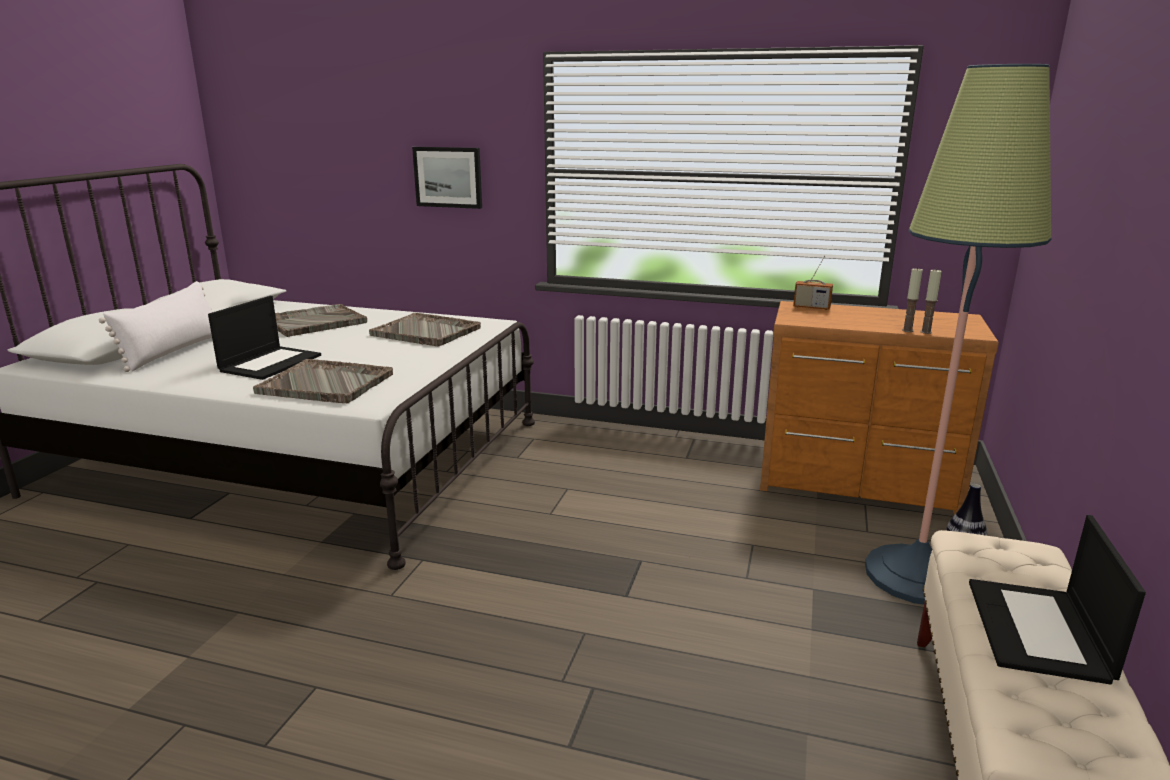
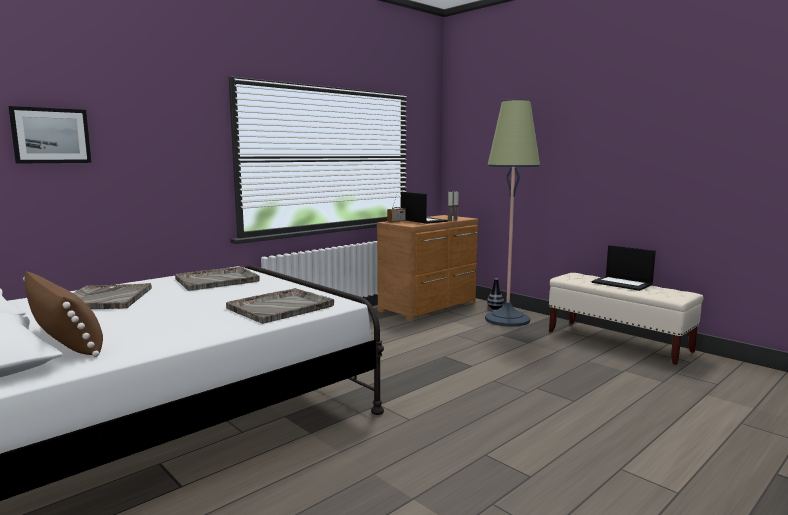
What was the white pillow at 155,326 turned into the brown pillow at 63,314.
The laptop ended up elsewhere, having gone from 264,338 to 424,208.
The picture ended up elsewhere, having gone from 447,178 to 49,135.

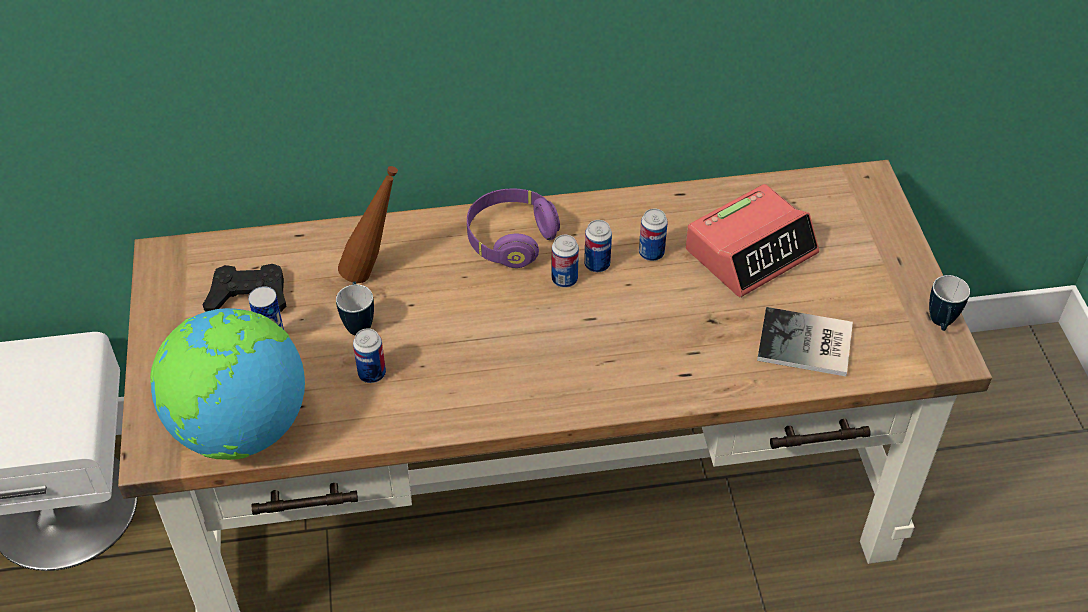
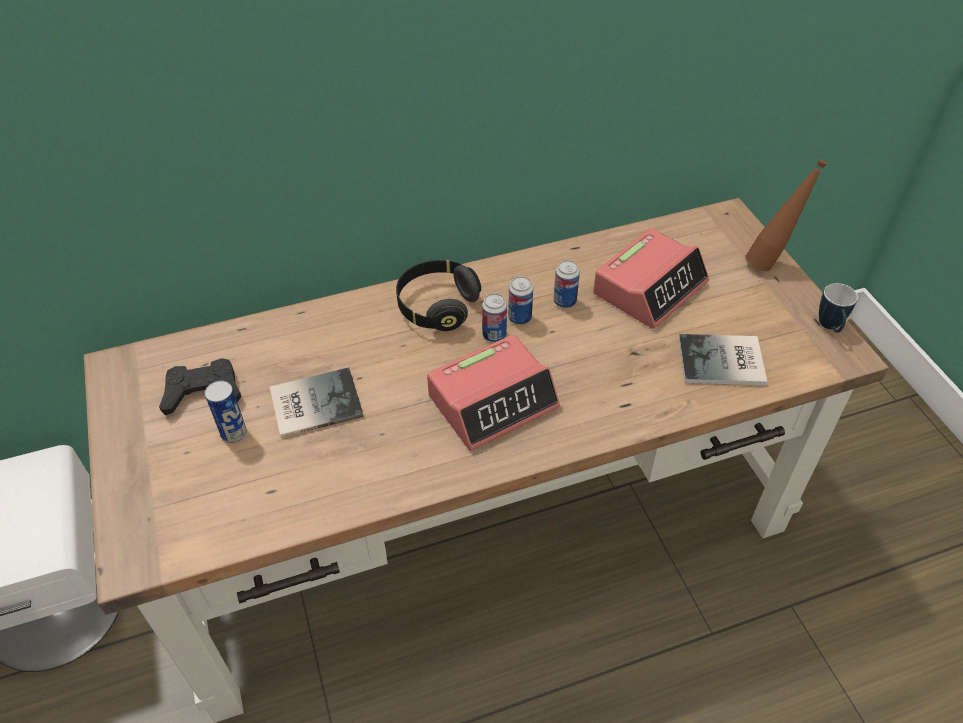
The second view lost the globe at 227,384.
Where the mug stood at 355,308, the book came to stand at 317,402.
The brown bottle ended up elsewhere, having gone from 368,224 to 786,215.
The second view lost the can at 369,355.
What was the purple headphones at 513,228 turned into the black headphones at 438,295.
The second view gained the alarm clock at 493,393.

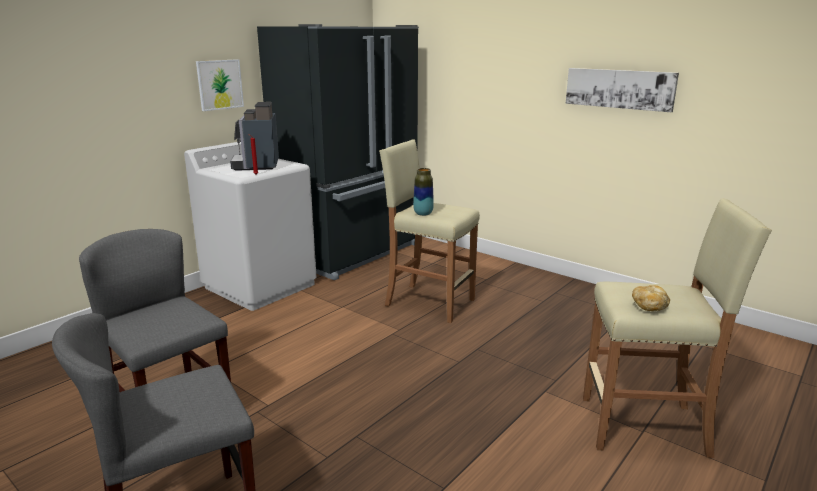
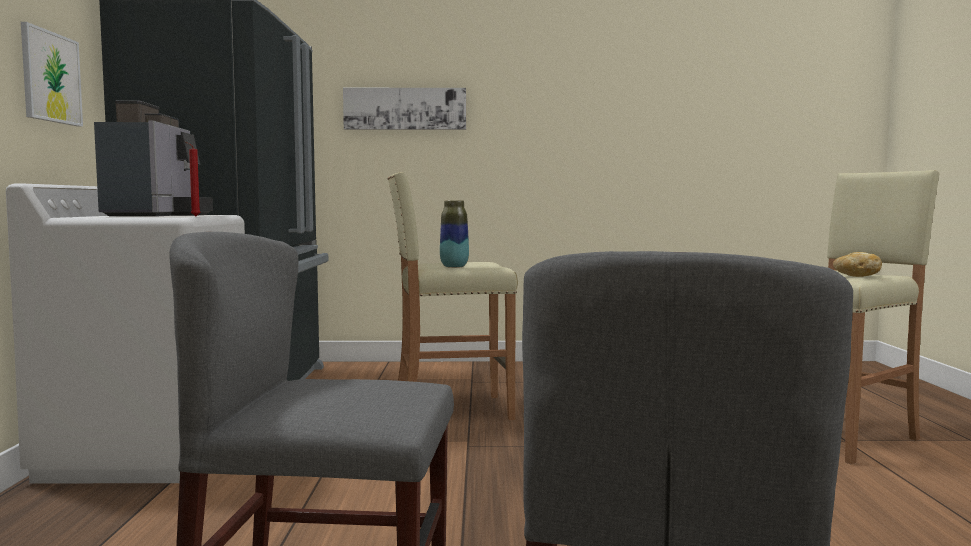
The coffee machine at 254,136 ended up facing another way, 135 degrees counterclockwise from before.
The picture ended up elsewhere, having gone from 622,90 to 404,109.

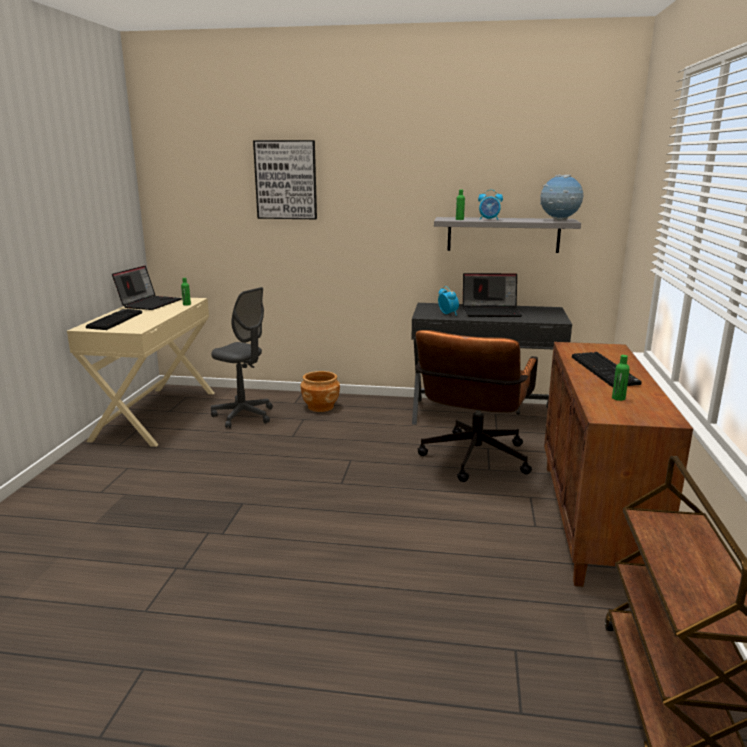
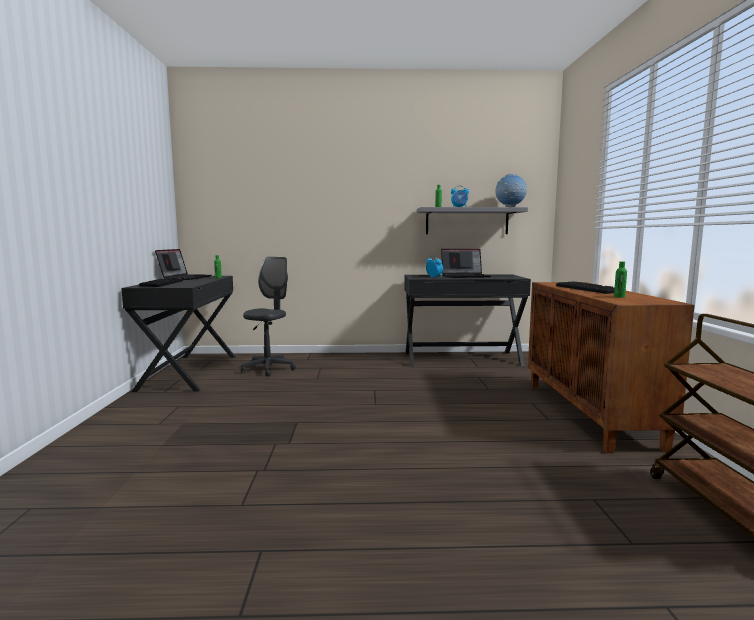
What was the beige desk at 140,372 turned into the black desk at 178,334.
The grey office chair at 242,357 ended up facing another way, 90 degrees counterclockwise from before.
The second view lost the picture at 285,179.
The second view lost the brown planter at 320,391.
The second view lost the brown office chair at 477,406.

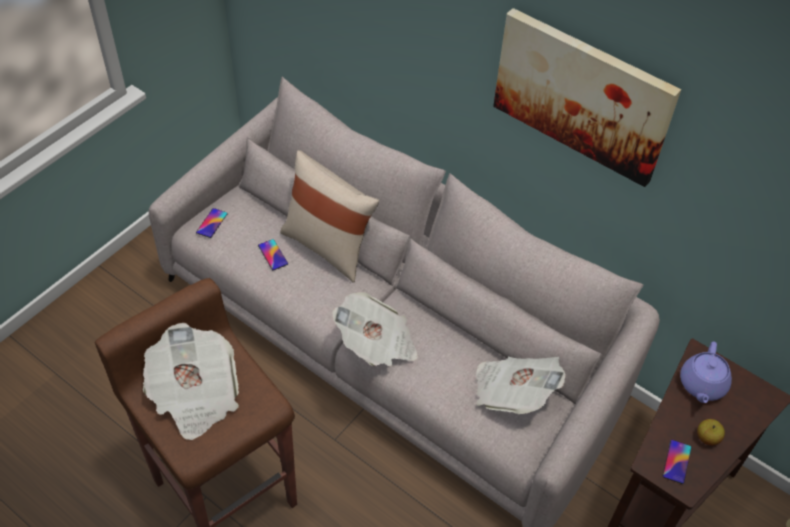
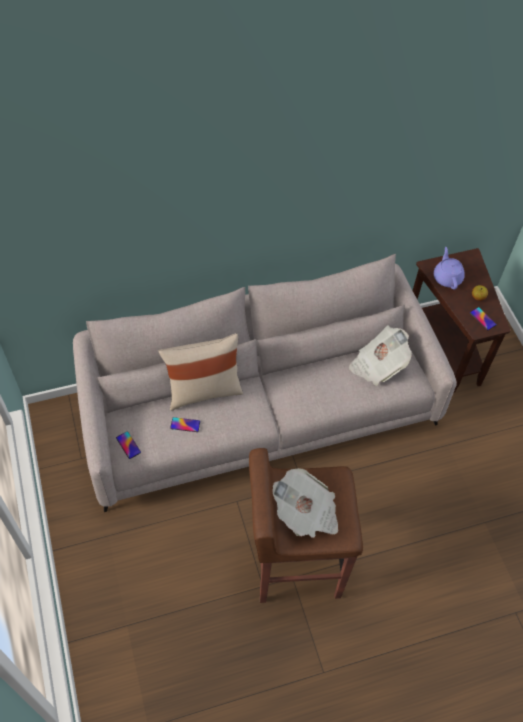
The second view lost the newspaper at 375,329.
The second view lost the picture at 587,97.
The purple teapot at 706,372 ended up facing another way, 150 degrees counterclockwise from before.

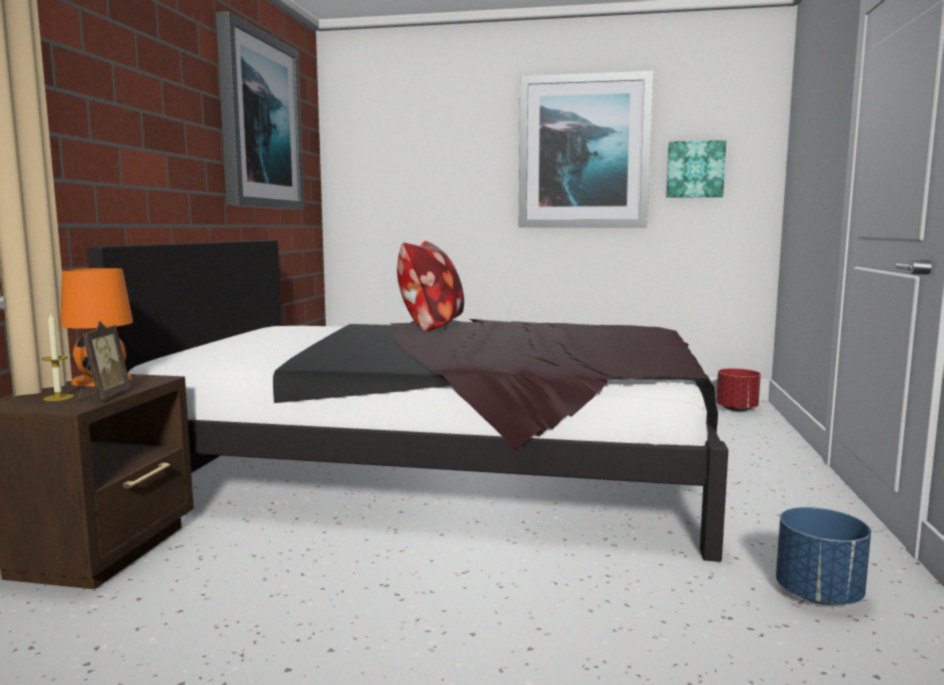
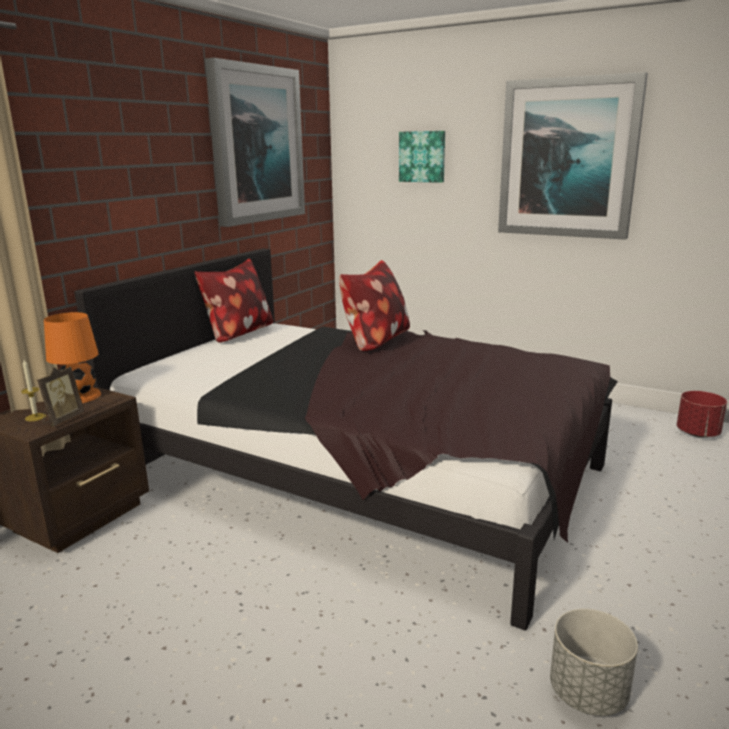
The picture ended up elsewhere, having gone from 696,169 to 422,157.
What was the blue planter at 823,556 turned into the grey planter at 594,662.
The second view gained the pillow at 234,301.

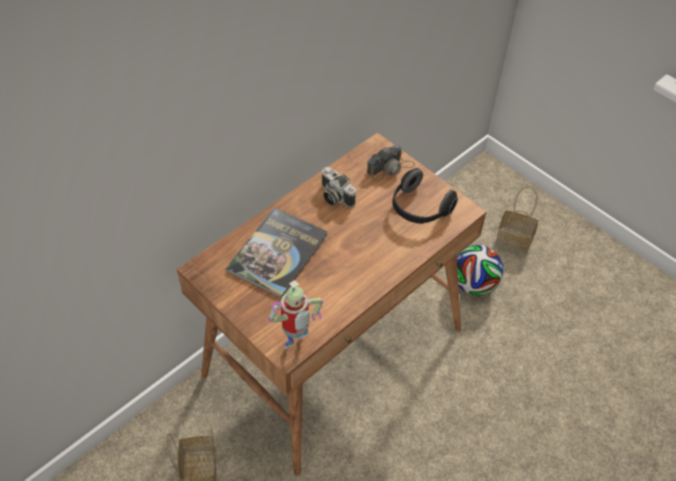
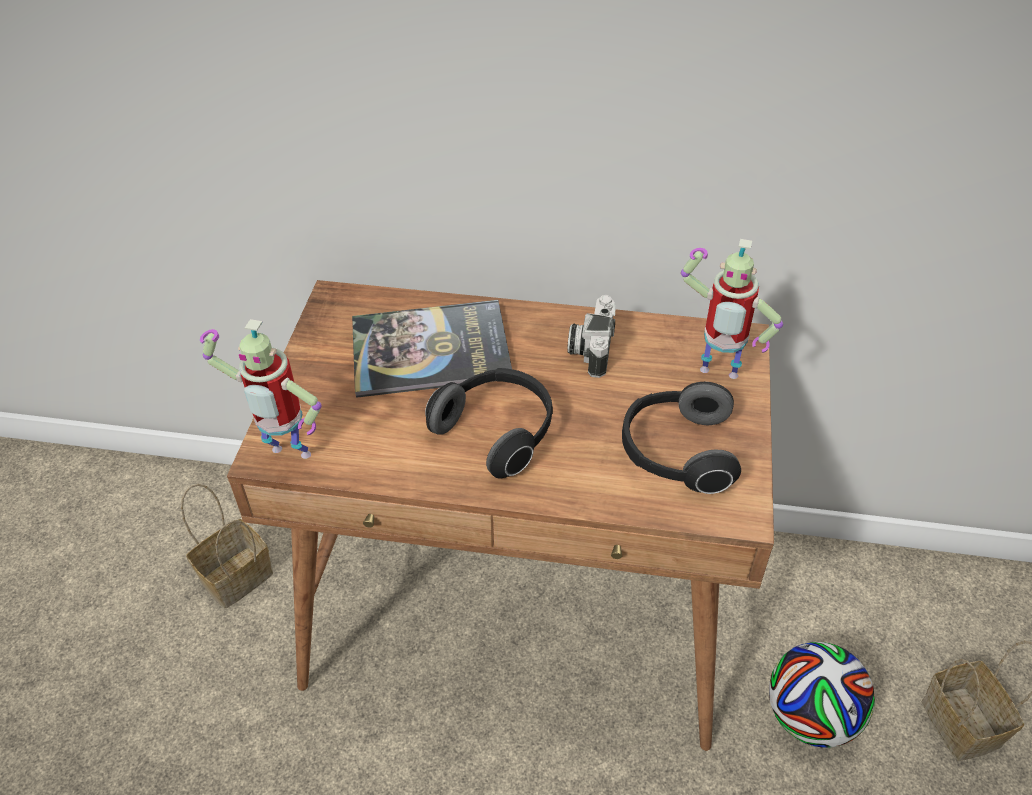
Where the photo camera stood at 391,163, the toy robot came to stand at 732,309.
The second view gained the headphones at 489,423.

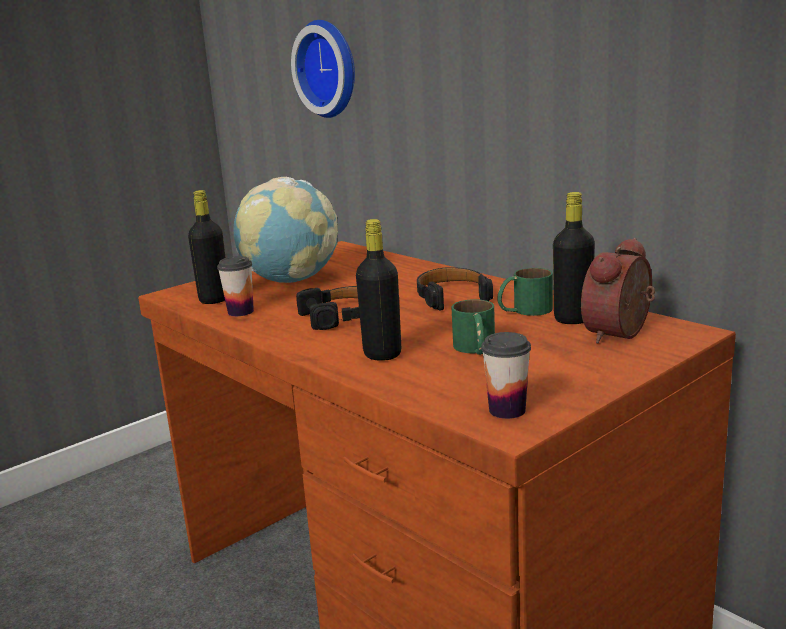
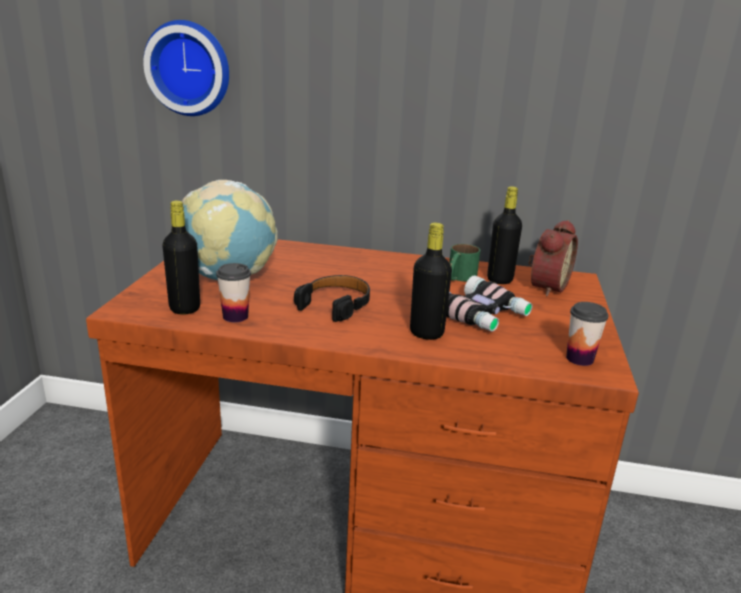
The second view lost the black headphones at 455,289.
Where the green mug stood at 473,327, the binoculars came to stand at 489,303.
The alarm clock at 618,291 ended up facing another way, 150 degrees counterclockwise from before.

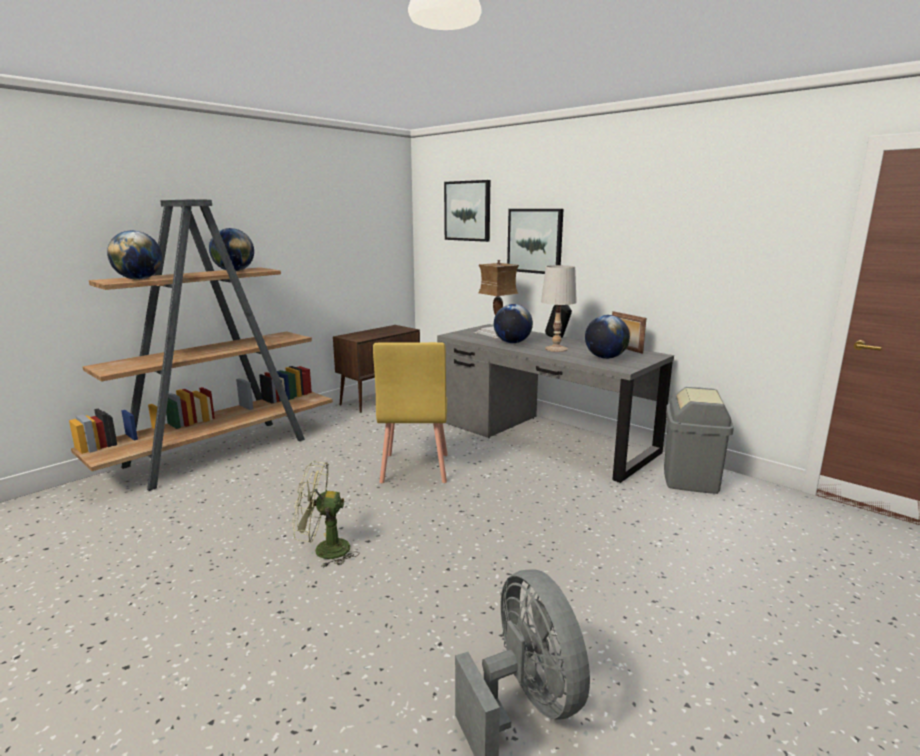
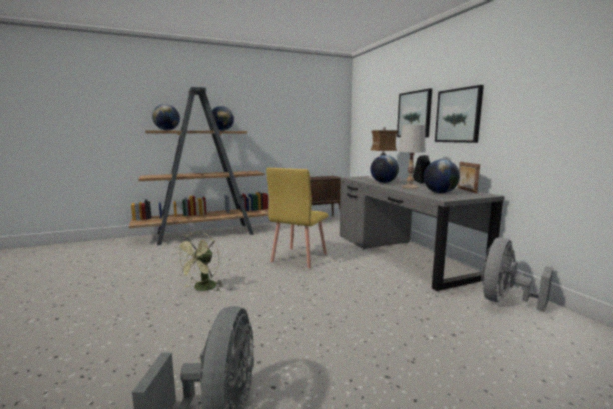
The green fan at 326,514 ended up facing another way, 90 degrees counterclockwise from before.
The picture ended up elsewhere, having gone from 467,211 to 459,114.
Where the grey trash can stood at 699,440, the grey fan came to stand at 517,274.

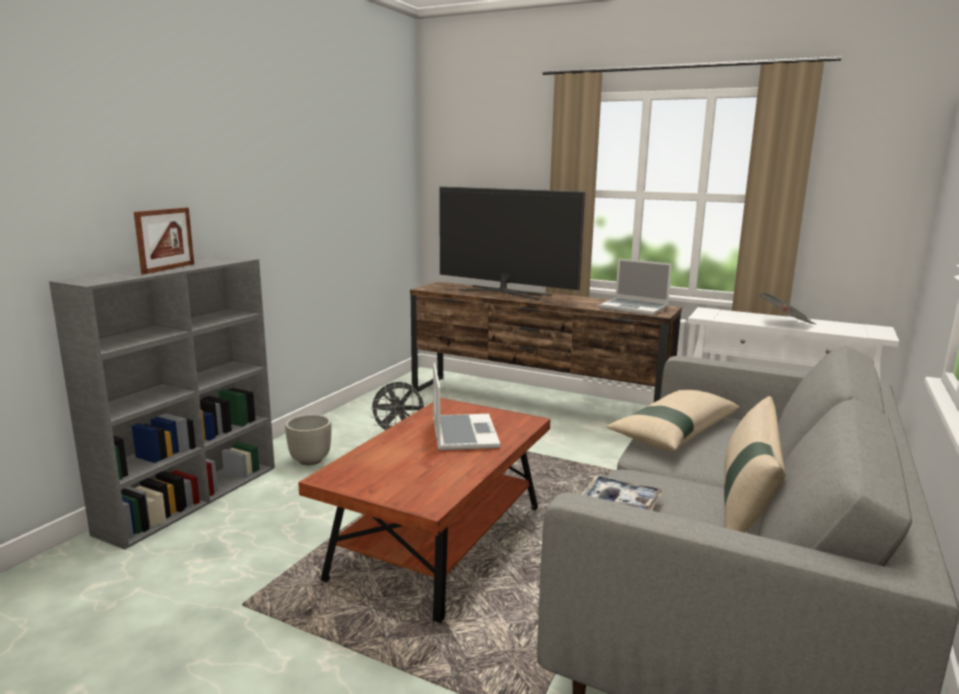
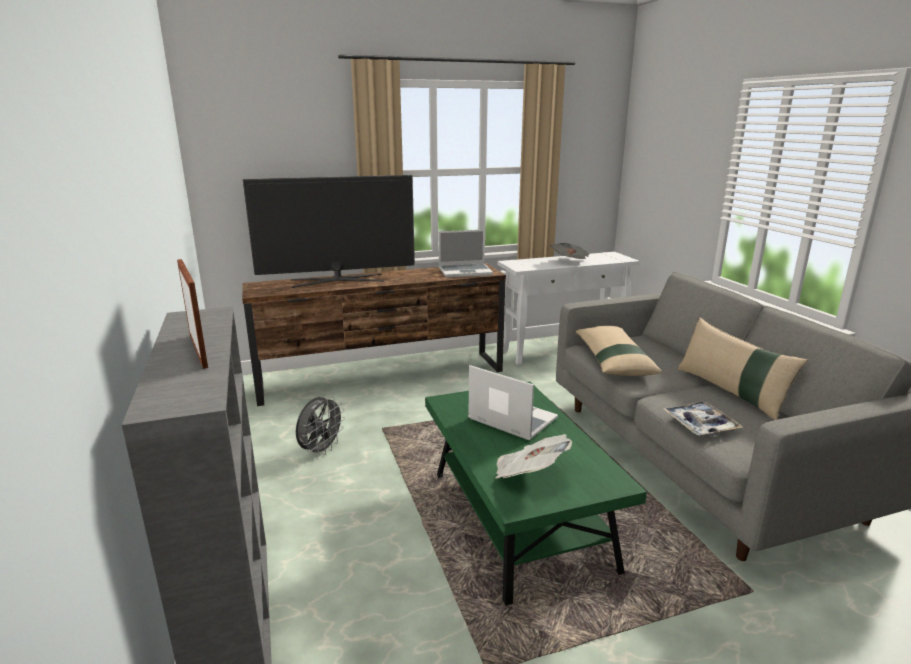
The second view lost the grey planter at 308,439.
What was the brown coffee table at 424,510 turned into the green coffee table at 536,494.
The second view gained the newspaper at 533,456.

